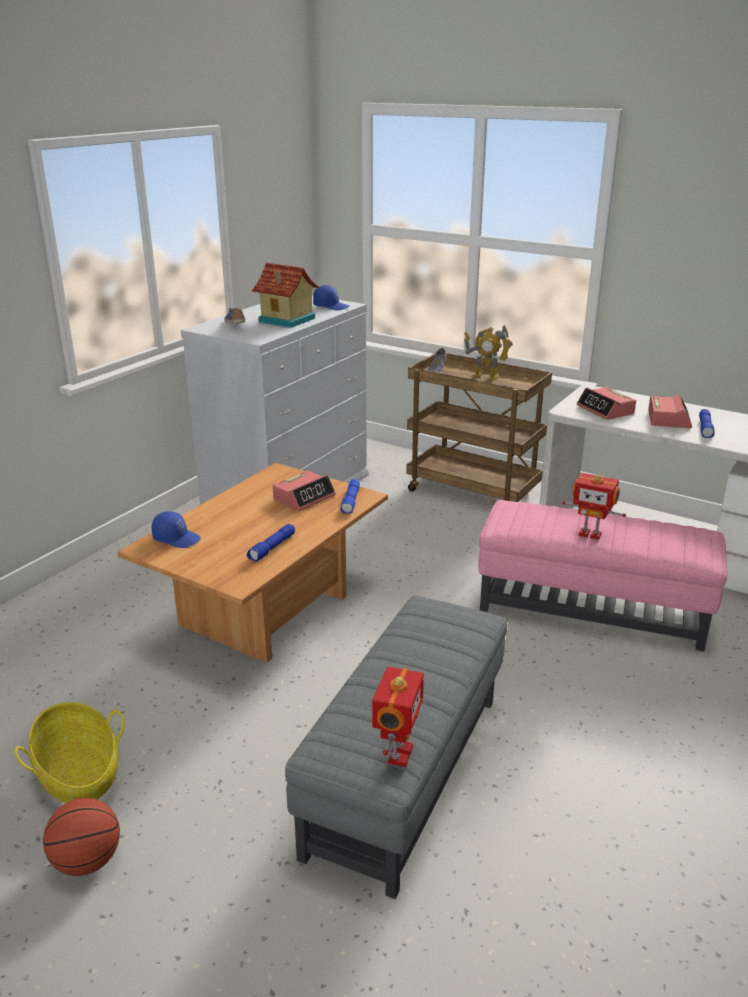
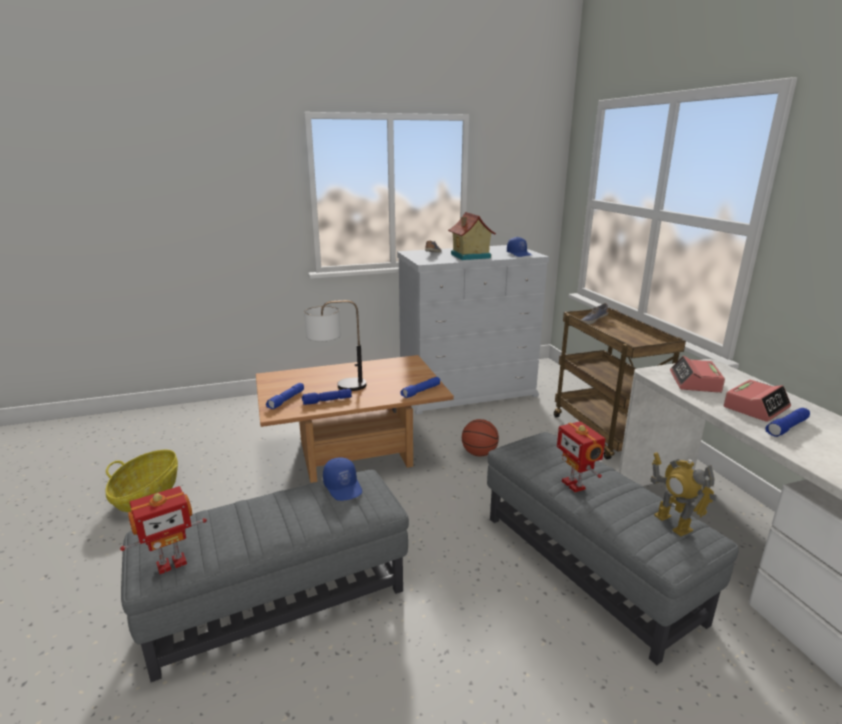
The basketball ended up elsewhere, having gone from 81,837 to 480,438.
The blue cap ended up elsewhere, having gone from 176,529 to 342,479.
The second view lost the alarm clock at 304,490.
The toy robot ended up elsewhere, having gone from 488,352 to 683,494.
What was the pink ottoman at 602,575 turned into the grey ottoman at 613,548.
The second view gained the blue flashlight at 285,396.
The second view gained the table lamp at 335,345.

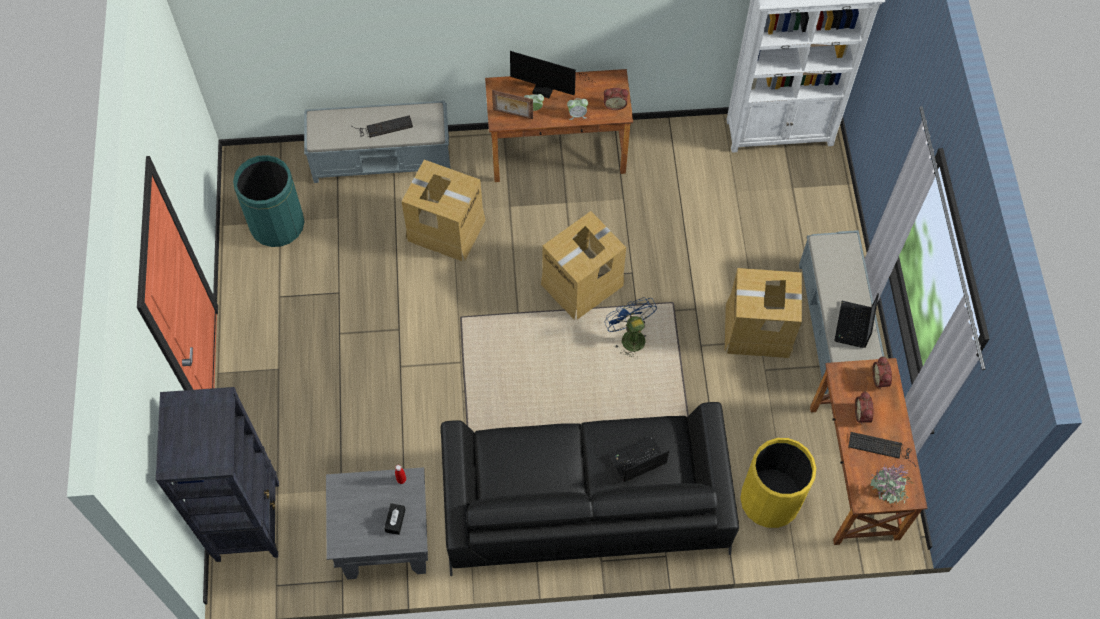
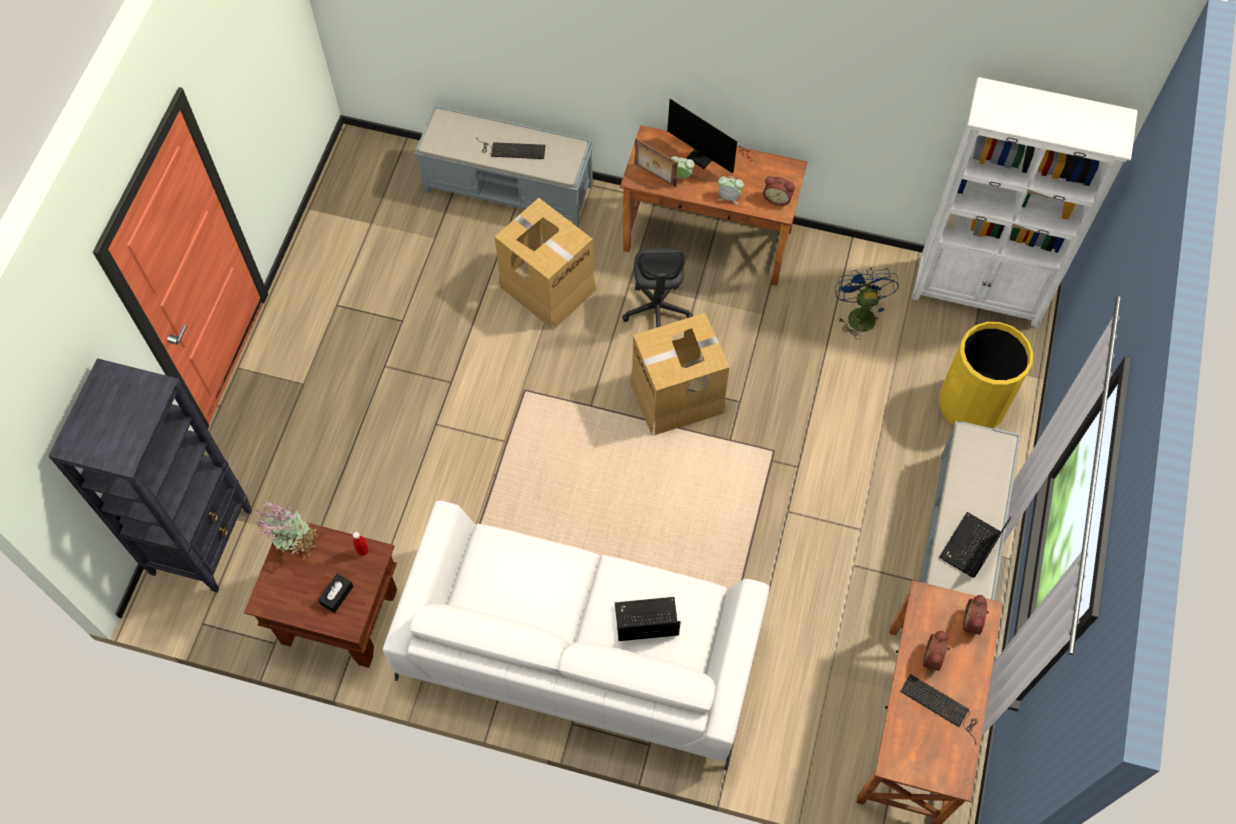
The second view lost the green trash can at 268,201.
What was the grey side table at 377,523 turned into the brown side table at 320,595.
What was the black sofa at 590,489 turned into the white sofa at 576,636.
The blue fan ended up elsewhere, having gone from 631,327 to 867,303.
The second view lost the cardboard box at 763,313.
The yellow trash can ended up elsewhere, having gone from 778,483 to 986,375.
The potted plant ended up elsewhere, having gone from 892,485 to 286,529.
The second view gained the grey office chair at 657,288.

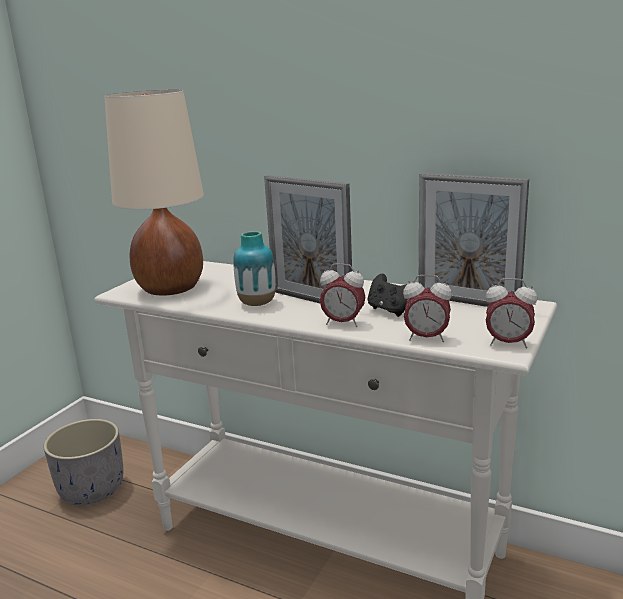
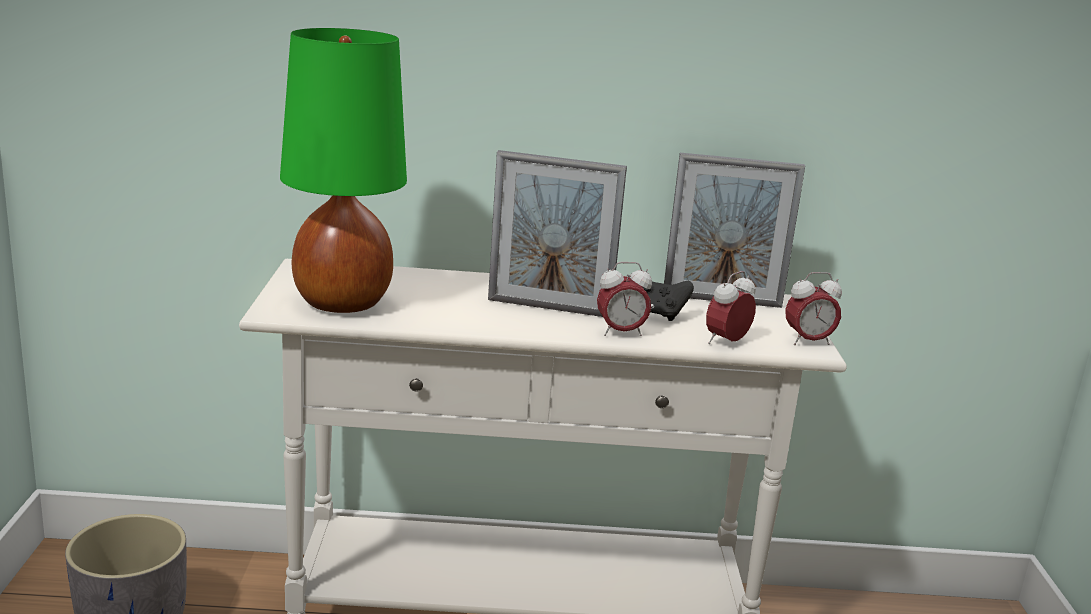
What was the beige table lamp at 154,193 turned into the green table lamp at 343,170.
The second view lost the vase at 254,268.
The alarm clock at 427,308 ended up facing another way, 150 degrees clockwise from before.

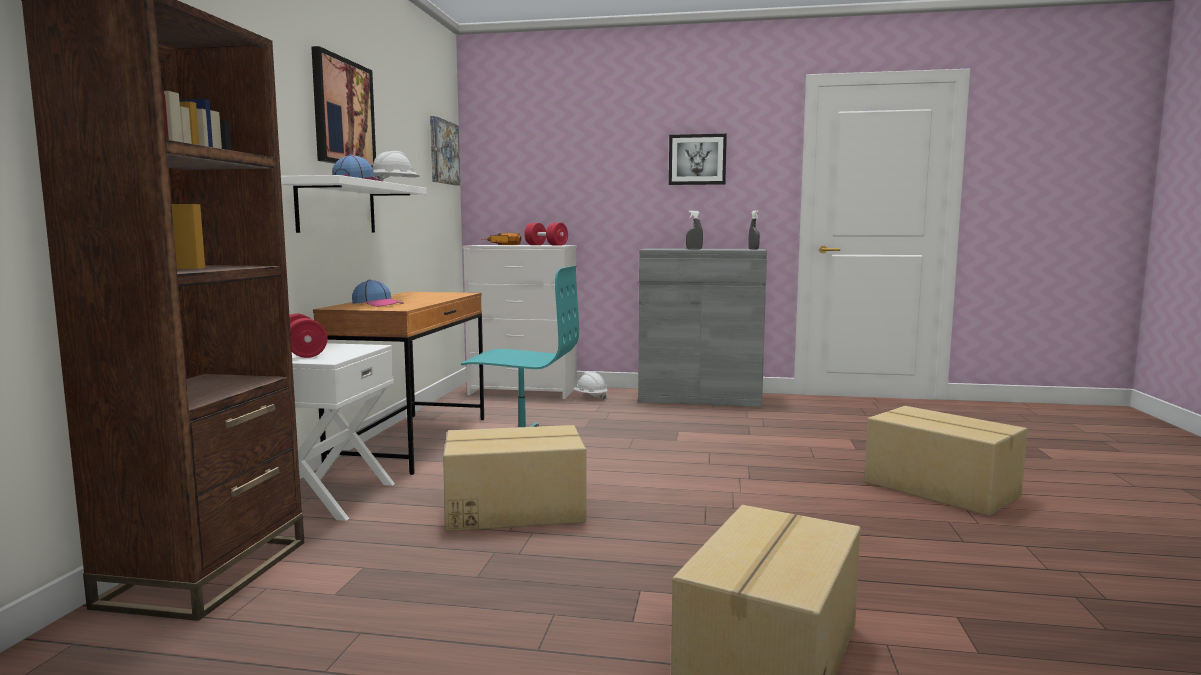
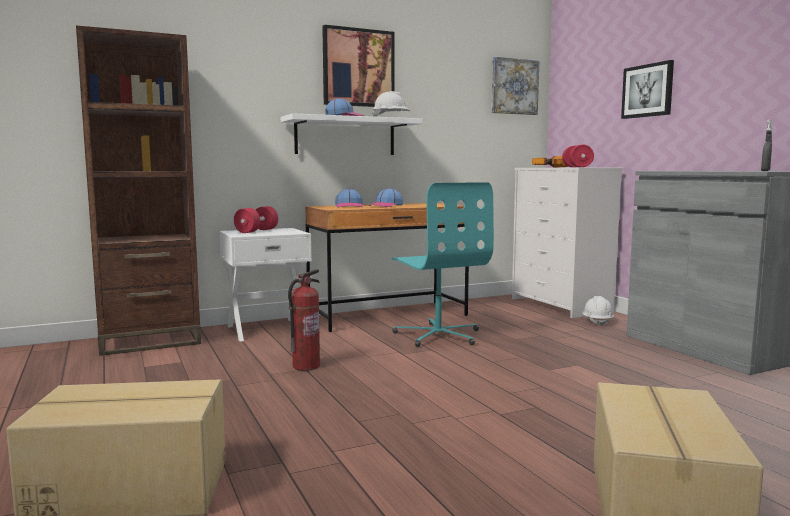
Where the cardboard box stood at 515,478, the fire extinguisher came to stand at 304,320.
The picture ended up elsewhere, having gone from 698,159 to 647,89.
The second view lost the grey spray bottle at 694,230.
The second view gained the cap at 385,197.

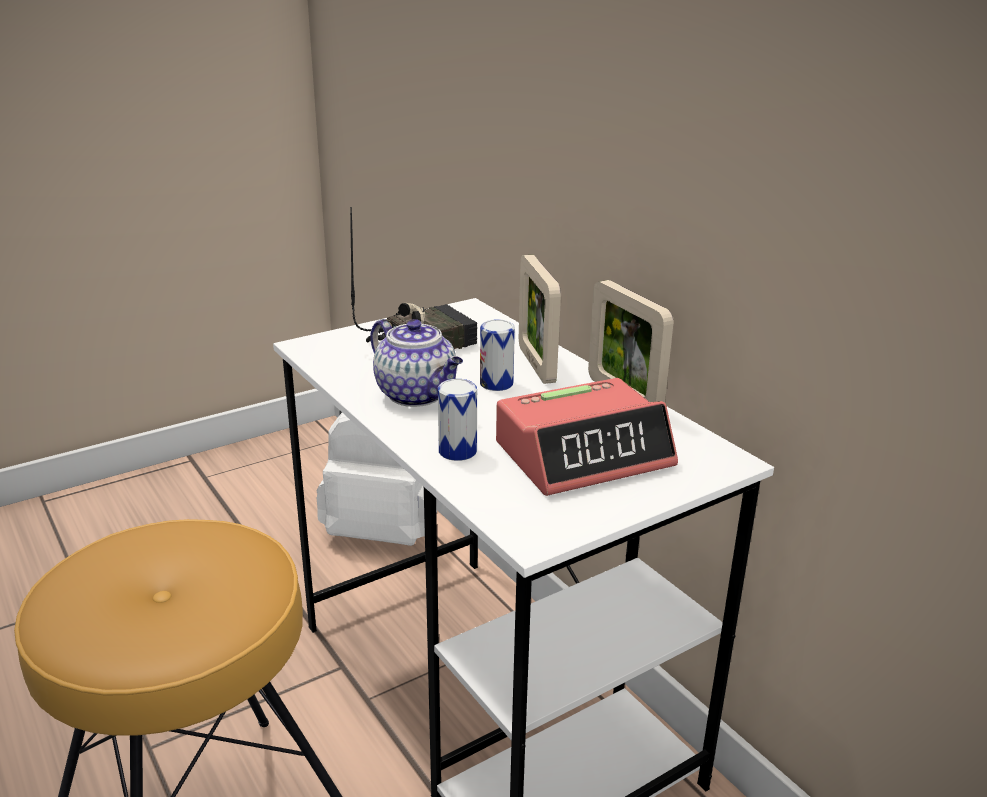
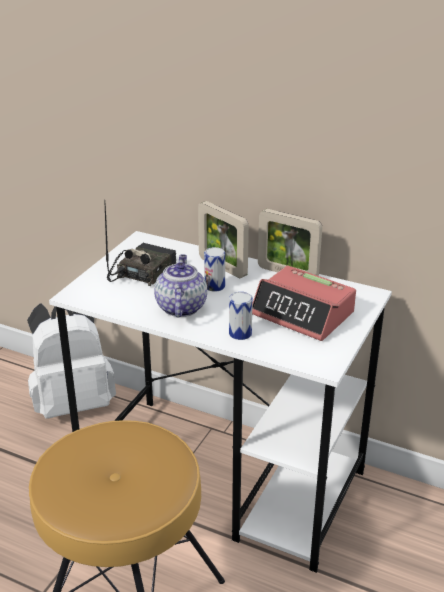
The teapot at 416,363 ended up facing another way, 105 degrees counterclockwise from before.
The alarm clock at 587,437 ended up facing another way, 90 degrees clockwise from before.

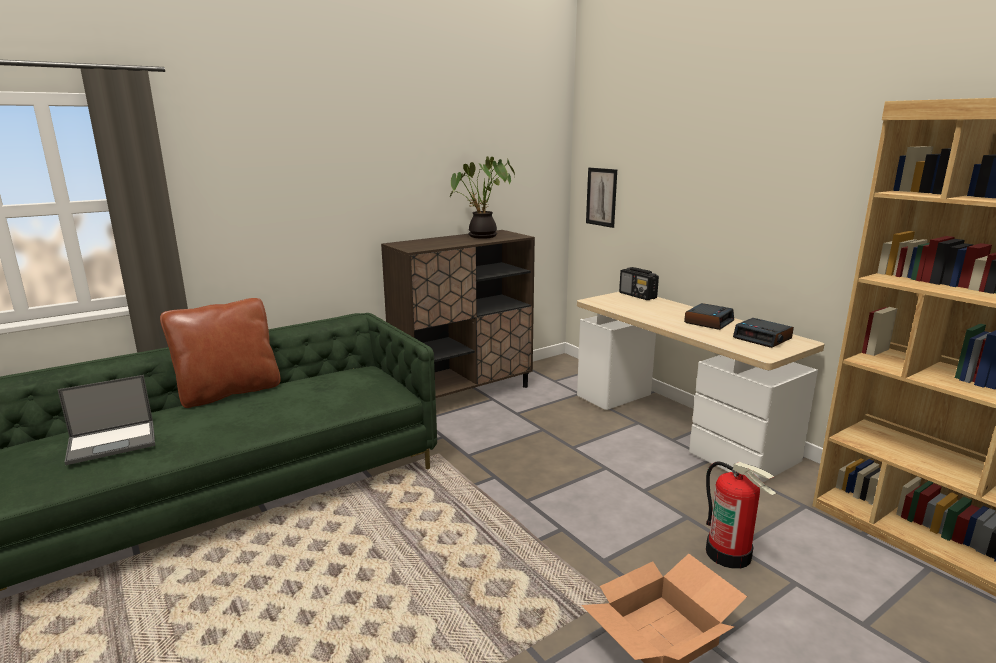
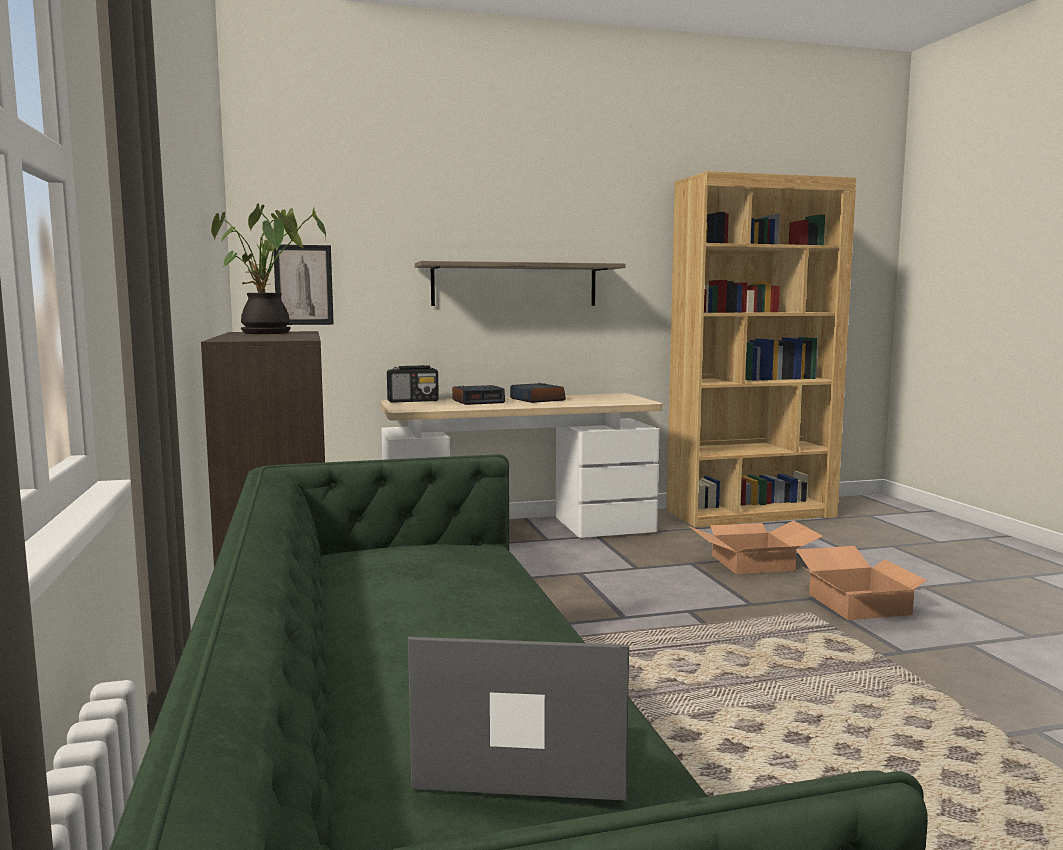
The laptop at 106,420 ended up facing another way, 75 degrees counterclockwise from before.
The second view lost the brown pillow at 220,353.
Where the fire extinguisher stood at 741,515, the cardboard box came to stand at 756,547.
The alarm clock ended up elsewhere, having gone from 763,333 to 478,395.
The second view gained the shelf at 520,283.

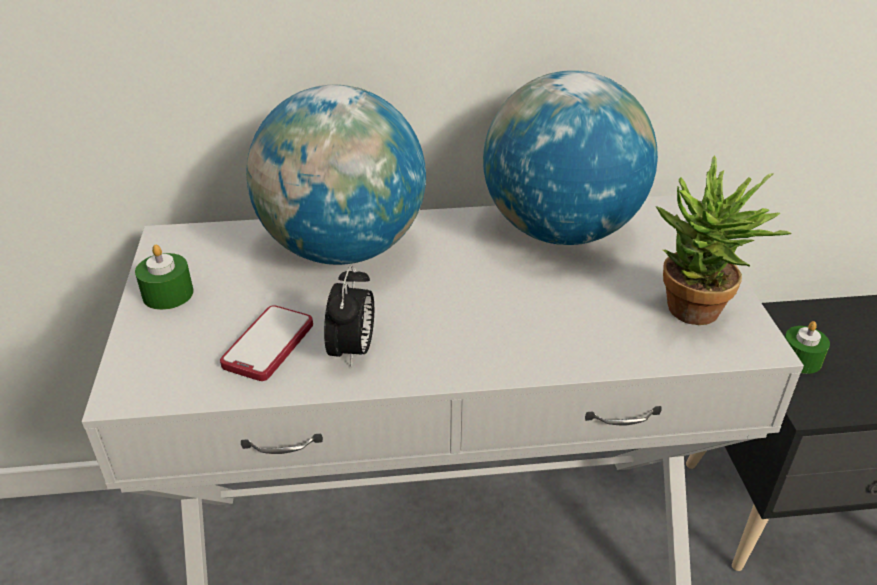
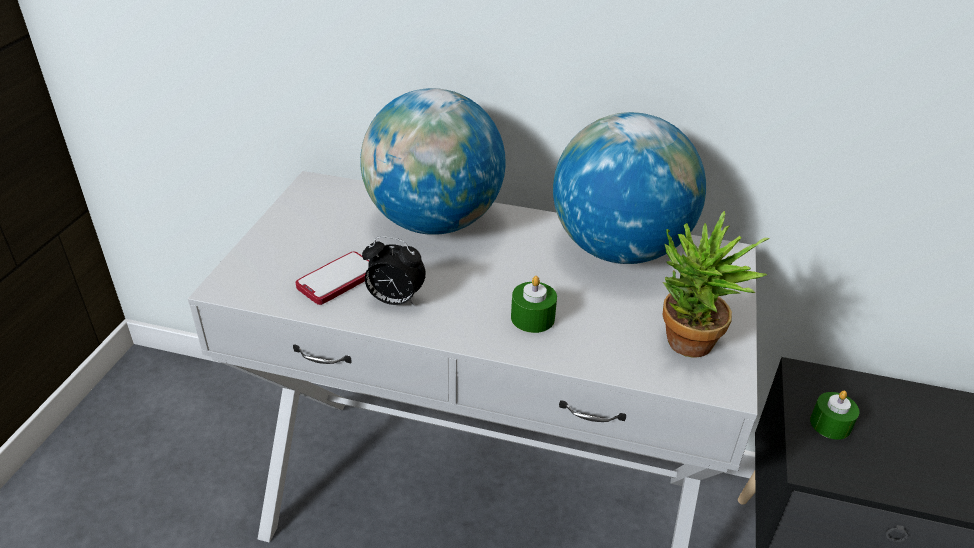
The green candle ended up elsewhere, having gone from 164,277 to 534,304.
The alarm clock at 349,316 ended up facing another way, 75 degrees clockwise from before.

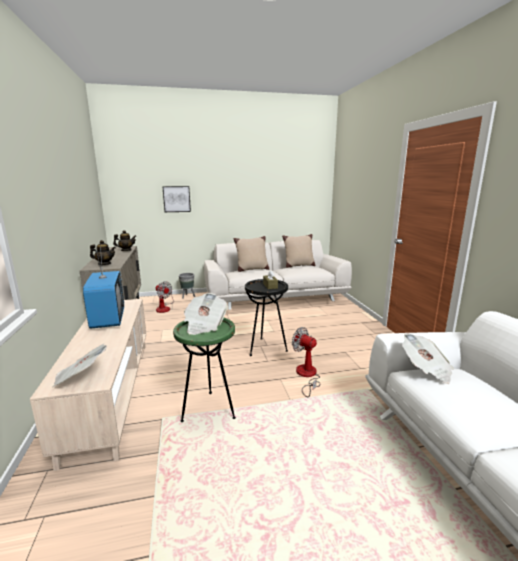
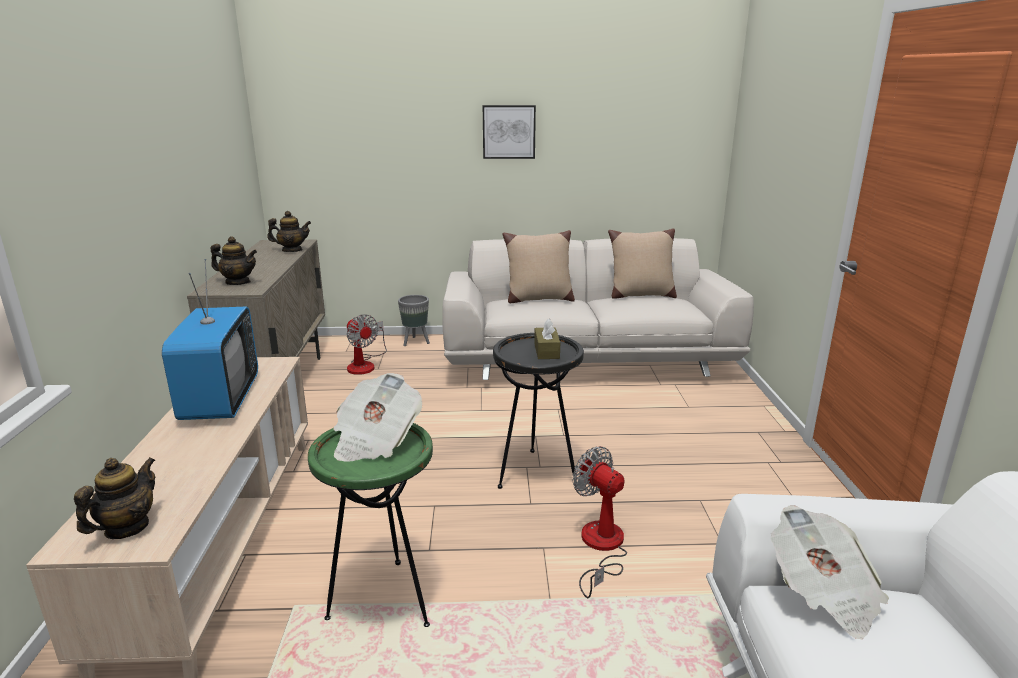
Where the newspaper stood at 80,365, the teapot came to stand at 114,498.
The picture ended up elsewhere, having gone from 176,199 to 509,132.

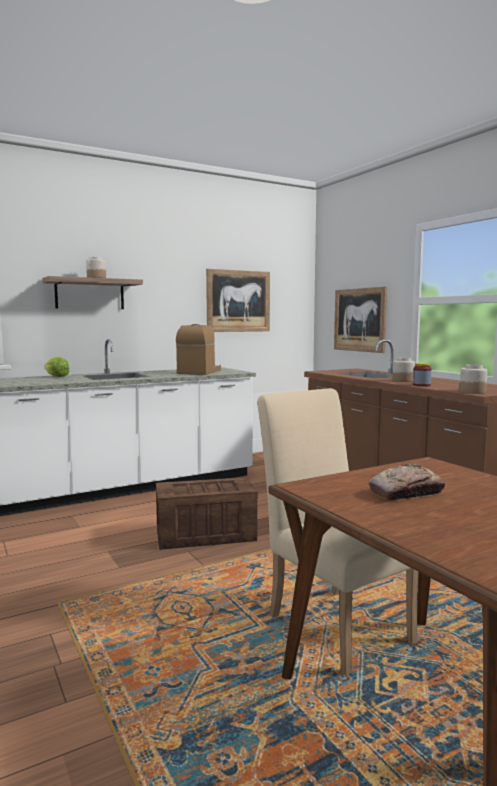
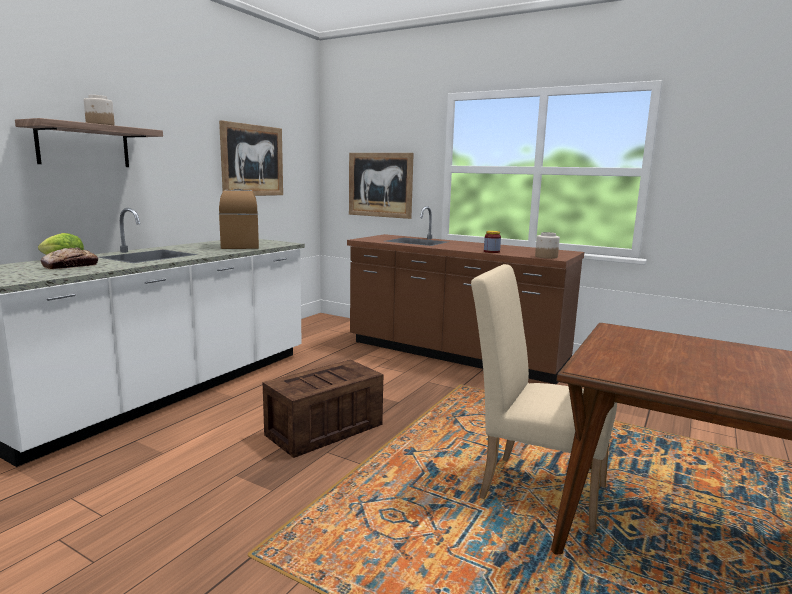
The bread ended up elsewhere, having gone from 407,482 to 69,258.
The second view lost the jar at 403,370.

